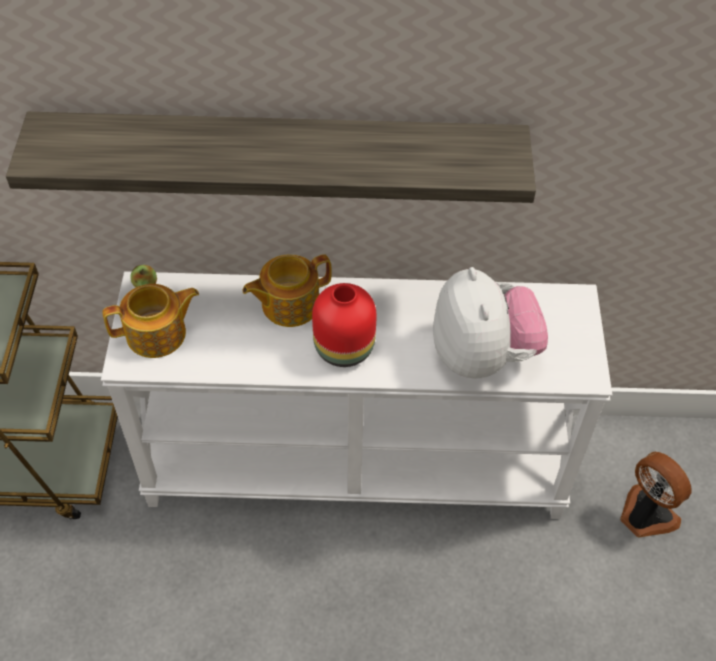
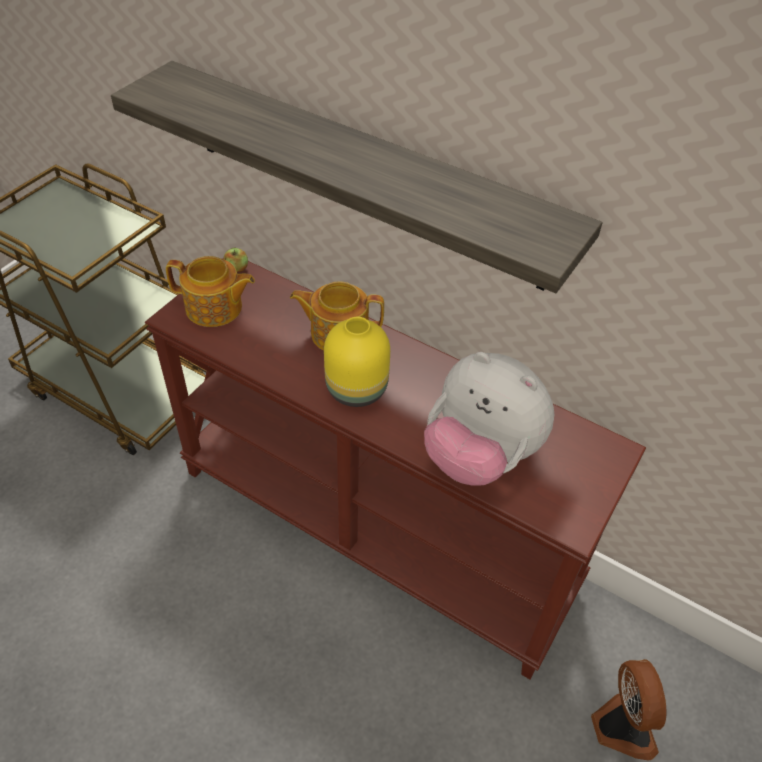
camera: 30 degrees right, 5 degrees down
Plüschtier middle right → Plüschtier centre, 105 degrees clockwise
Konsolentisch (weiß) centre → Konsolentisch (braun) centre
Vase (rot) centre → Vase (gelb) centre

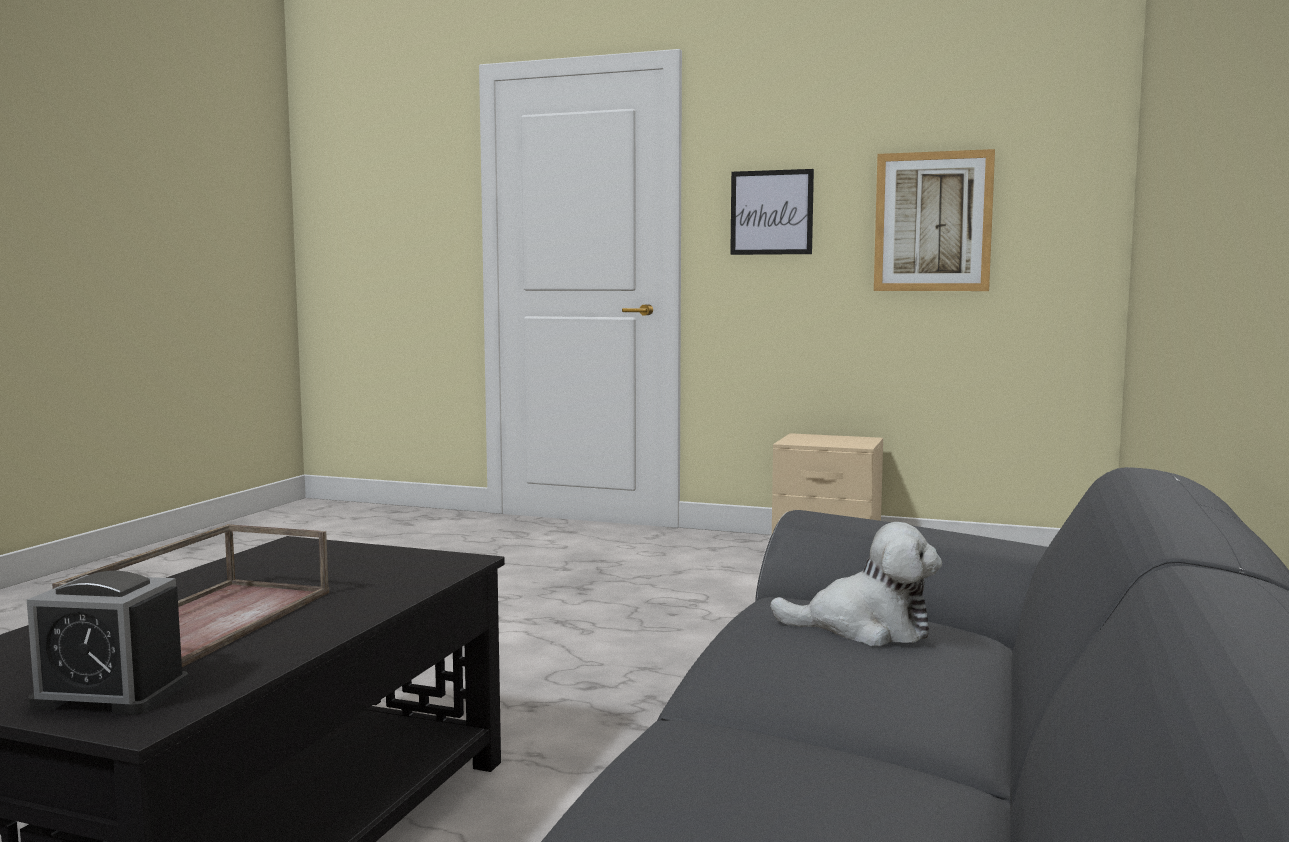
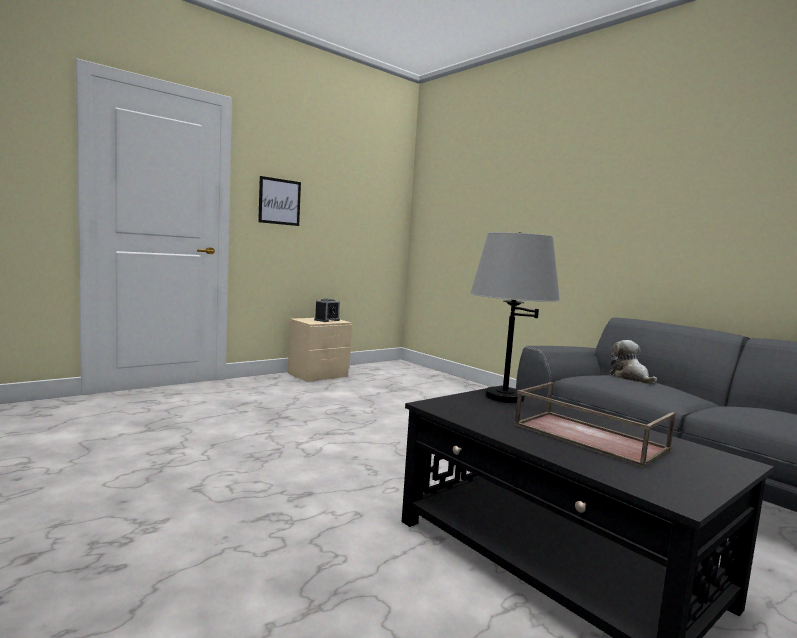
camera: 60 degrees left, 0 degrees up
Bild (no. 2 from left) top right → -
Plüschtier bottom centre → Plüschtier middle right, 60 degrees counterclockwise
Wecker bottom left → Wecker centre, relocated
- → Tischlampe (grau) centre

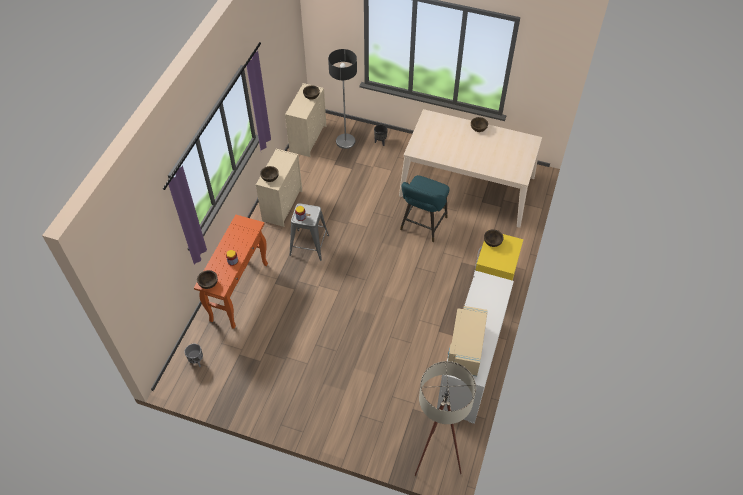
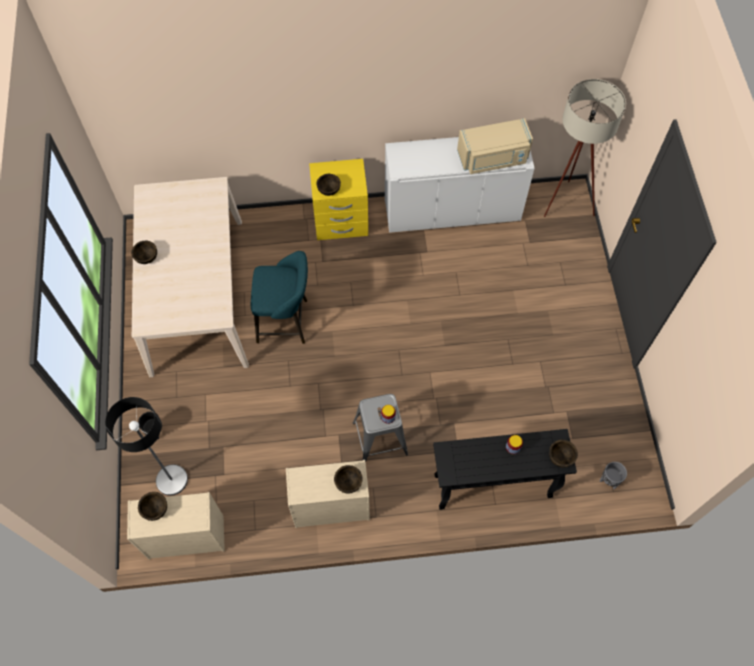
camera: 115 degrees left, 10 degrees up
Konsolentisch (orange) middle left → Konsolentisch (schwarz) bottom right

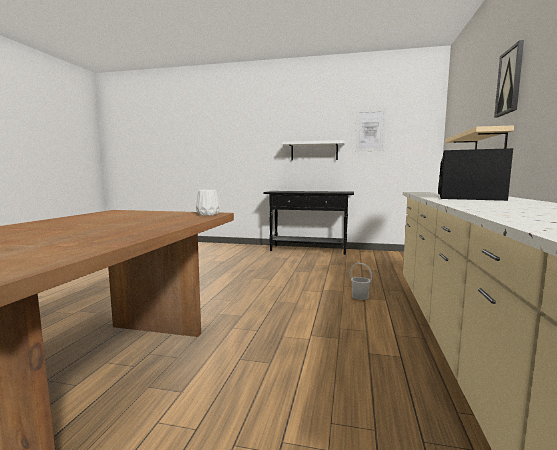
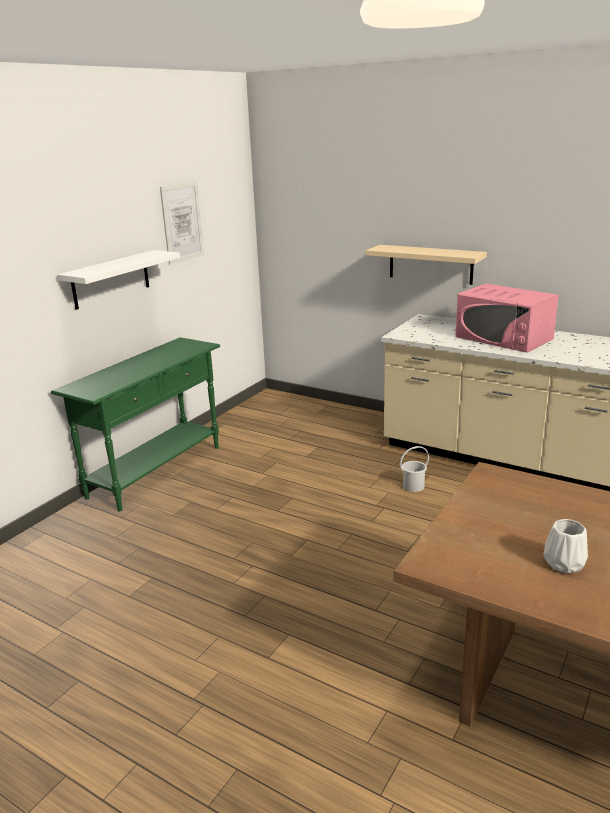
camera: 70 degrees left, 15 degrees up
Bild (no. 2 from left) top right → -
Mikrowelle (schwarz) middle right → Mikrowelle (rosa) middle right
Vase (weiß) centre → Vase (weiß) bottom right, relocated
Konsolentisch (schwarz) centre → Konsolentisch (grün) middle left

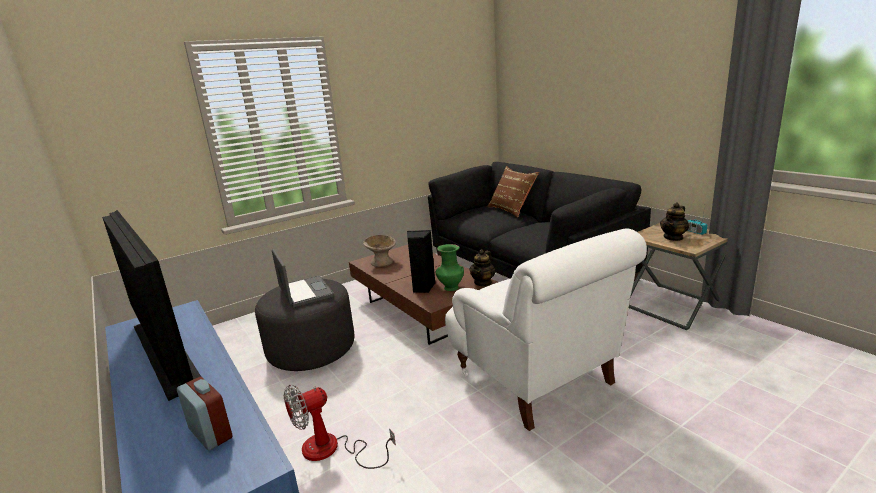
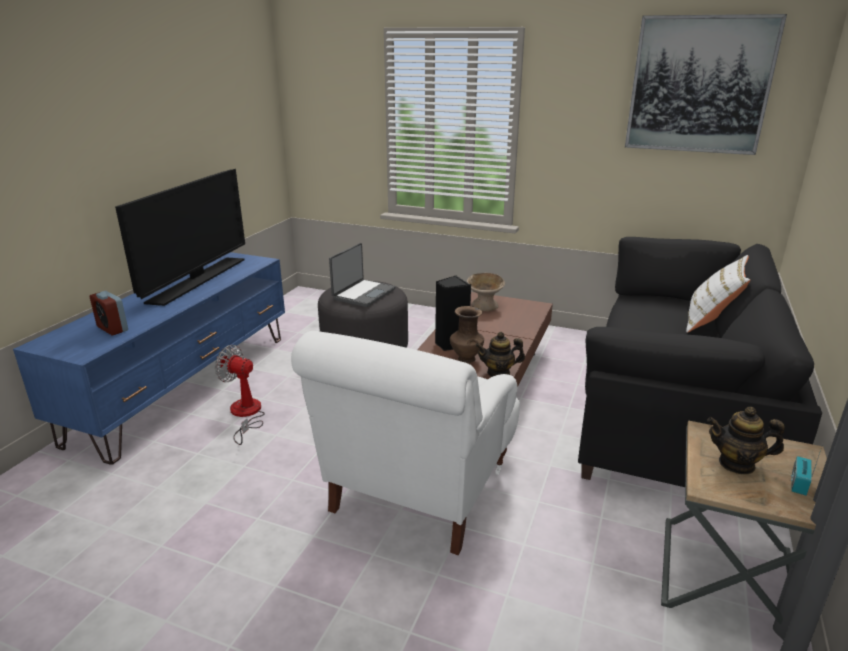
camera: 55 degrees right, 5 degrees up
Kissen (braun) centre → Kissen (weiß) middle right
Vase (grün) centre → Vase (braun) centre
Wecker bottom left → Wecker middle left, 120 degrees clockwise
- → Bild top right

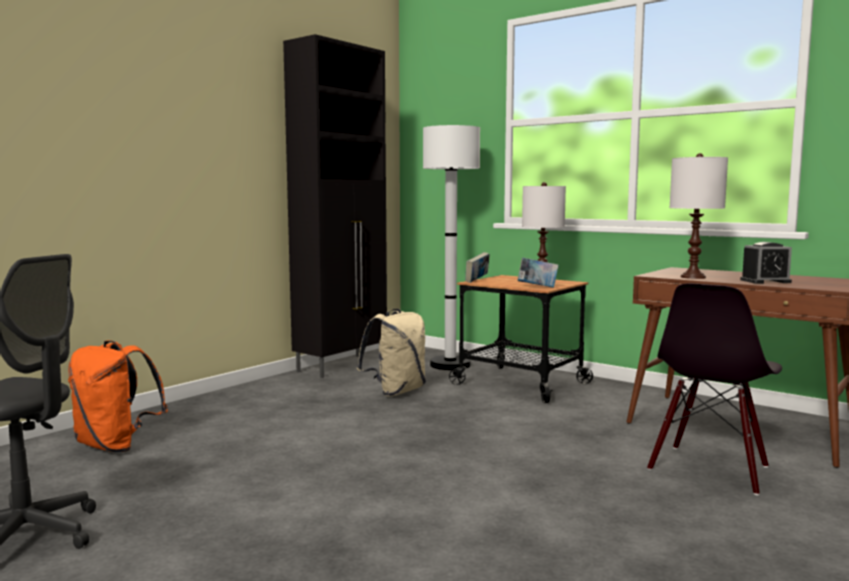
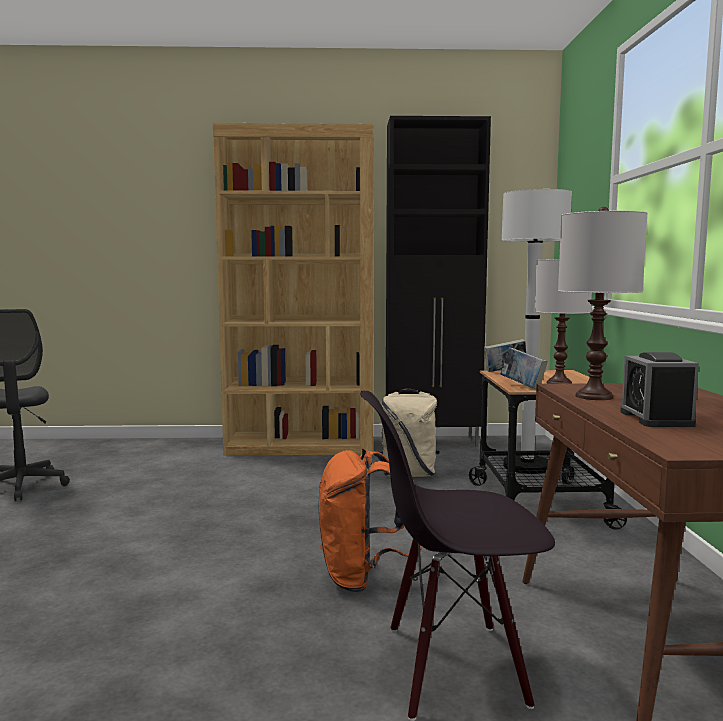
camera: 50 degrees right, 0 degrees up
Wecker middle right, 45 degrees clockwise
Rucksack (orange) bottom left → Rucksack (orange) bottom centre, relocated
- → Bücherregal (braun) centre

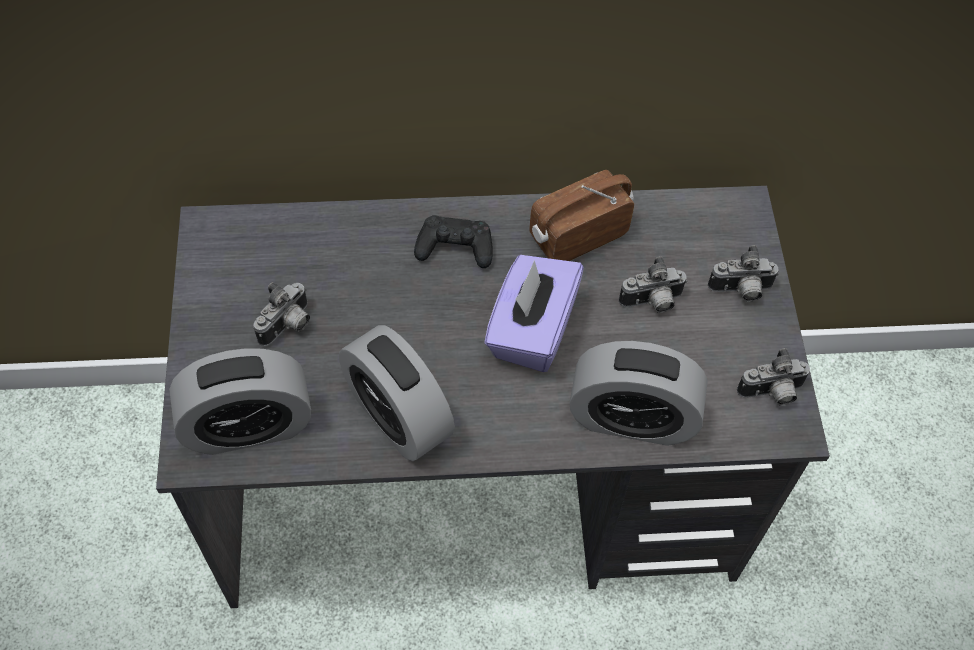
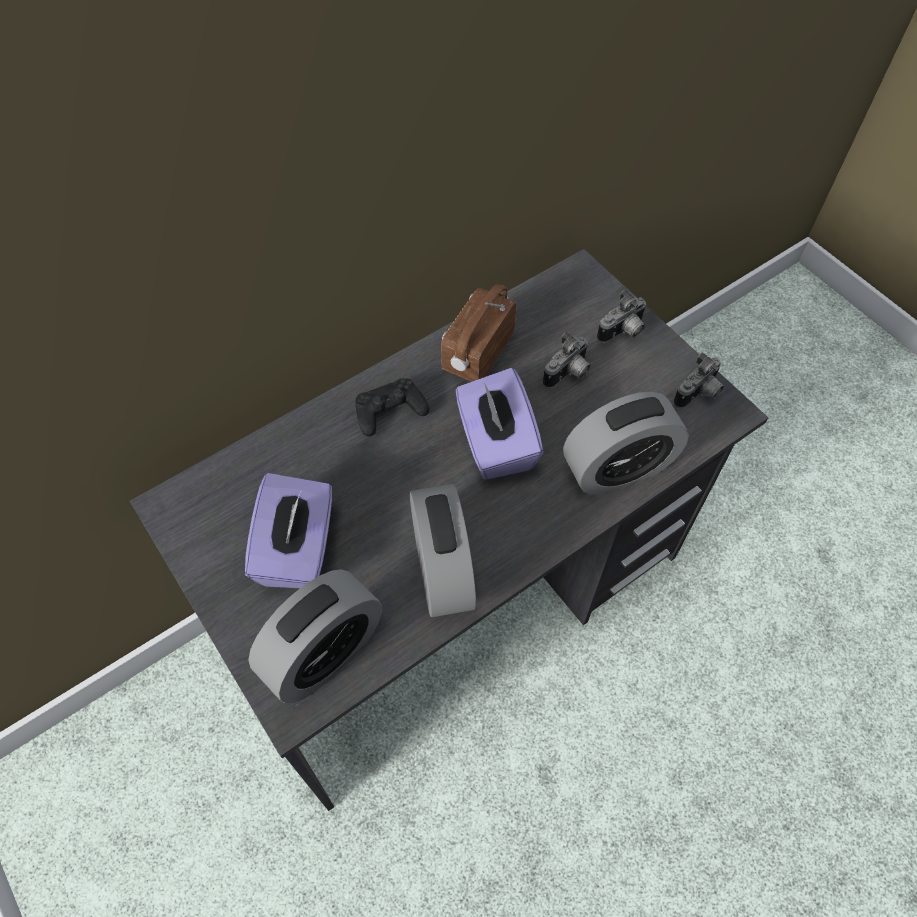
camera: 30 degrees left, 0 degrees up
Kamera (no. 1 from left) middle left → Taschentuchbox (lila) (no. 1 from left) middle left
Wecker (no. 2 from left) centre, 120 degrees counterclockwise

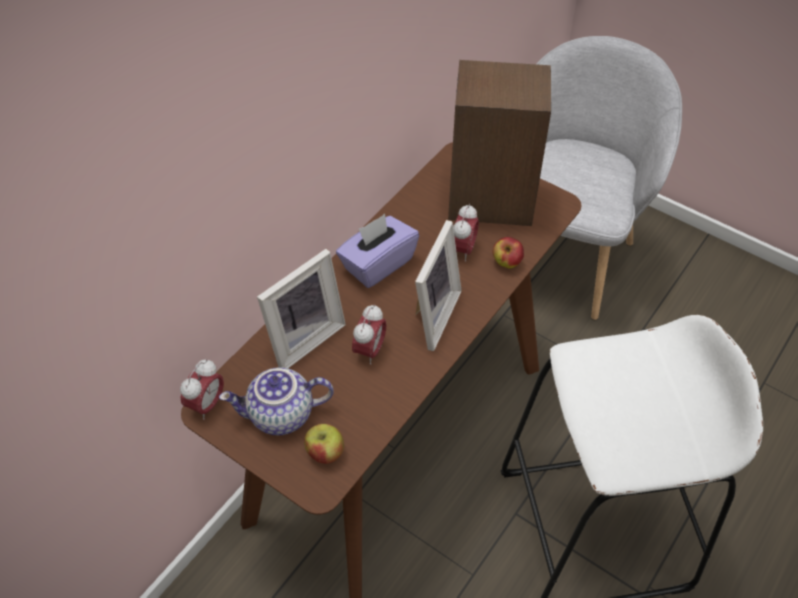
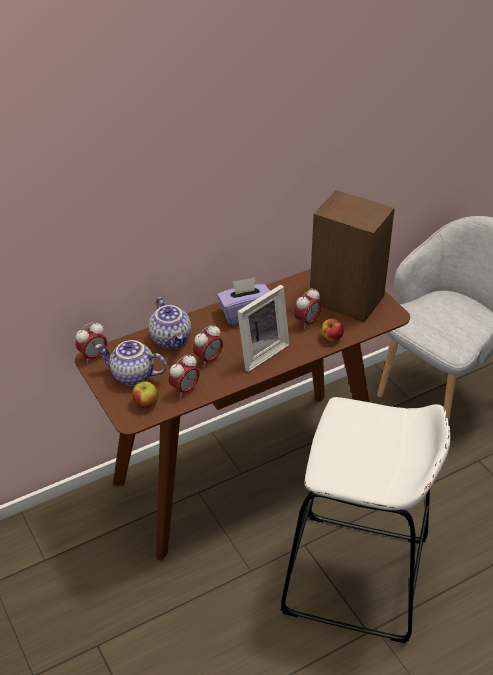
camera: 25 degrees right, 10 degrees down
Bilderrahmen (no. 1 from left) centre → Teekanne (no. 2 from left) centre
- → Wecker (no. 2 from left) centre

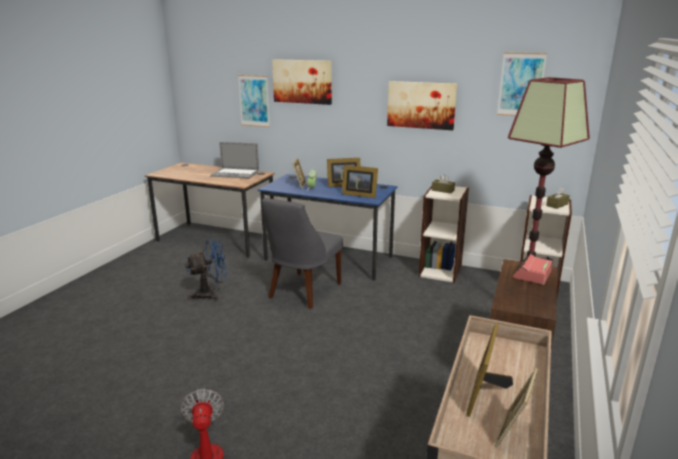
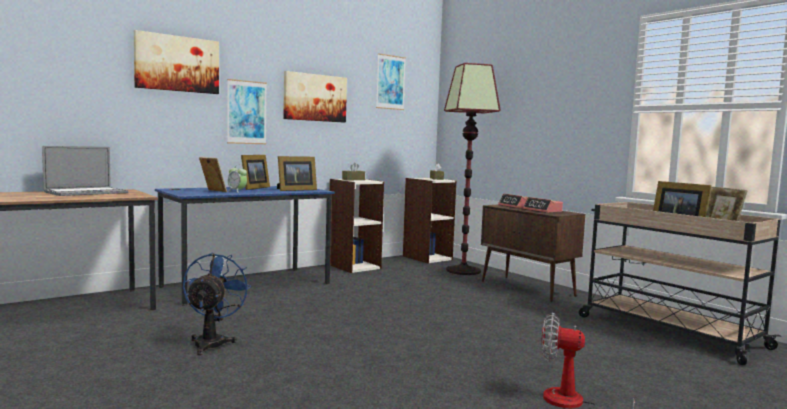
camera: 60 degrees left, 15 degrees down
Bild (no. 1 from left in the first image) top centre → Bild (no. 2 from left) top left, relocated
Stuhl (grau) centre → -
- → Wecker (no. 3 from left) middle right

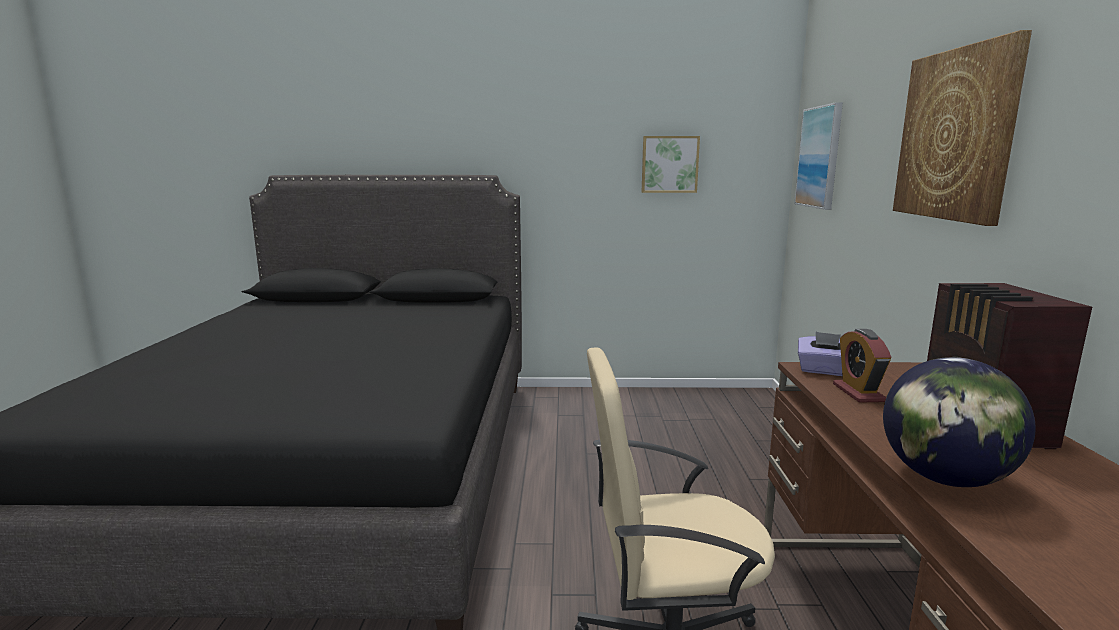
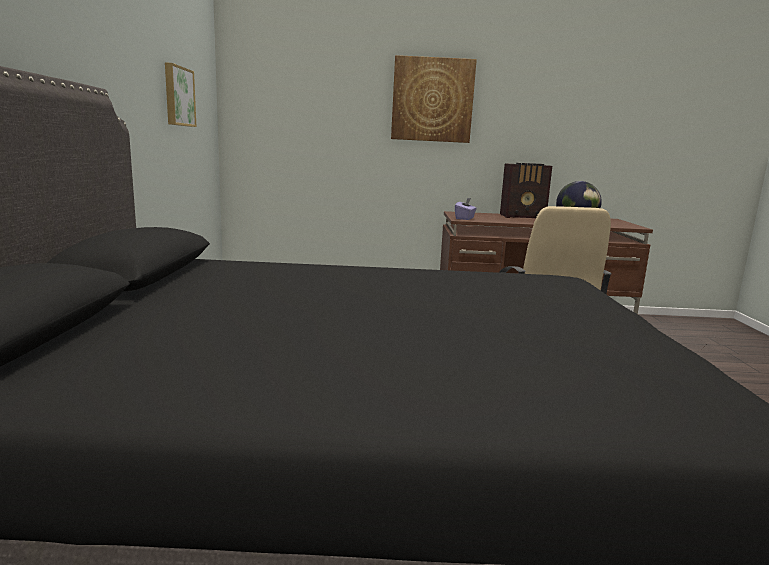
camera: 90 degrees left, 0 degrees up
Bild (no. 2 from left) top right → -
Wecker middle right → -

